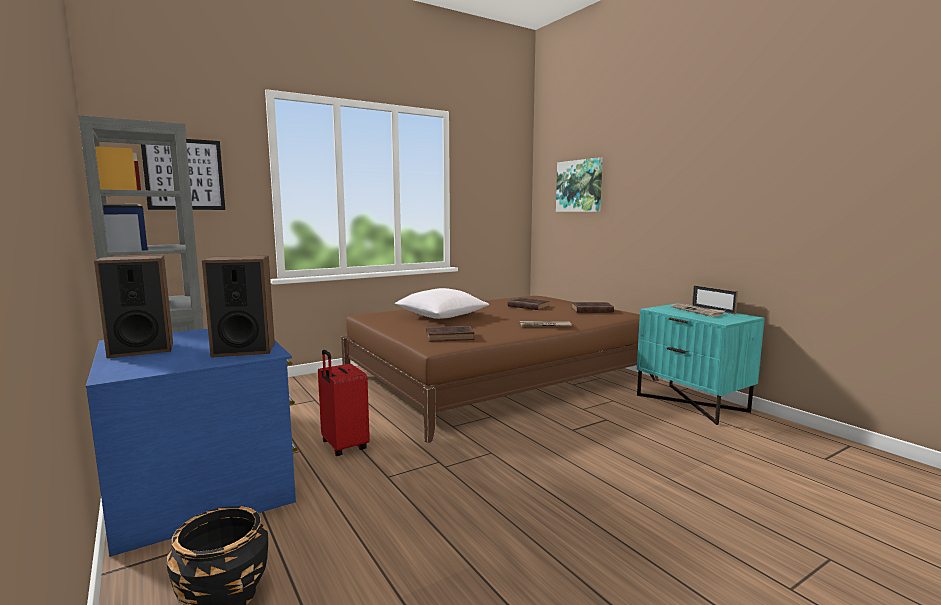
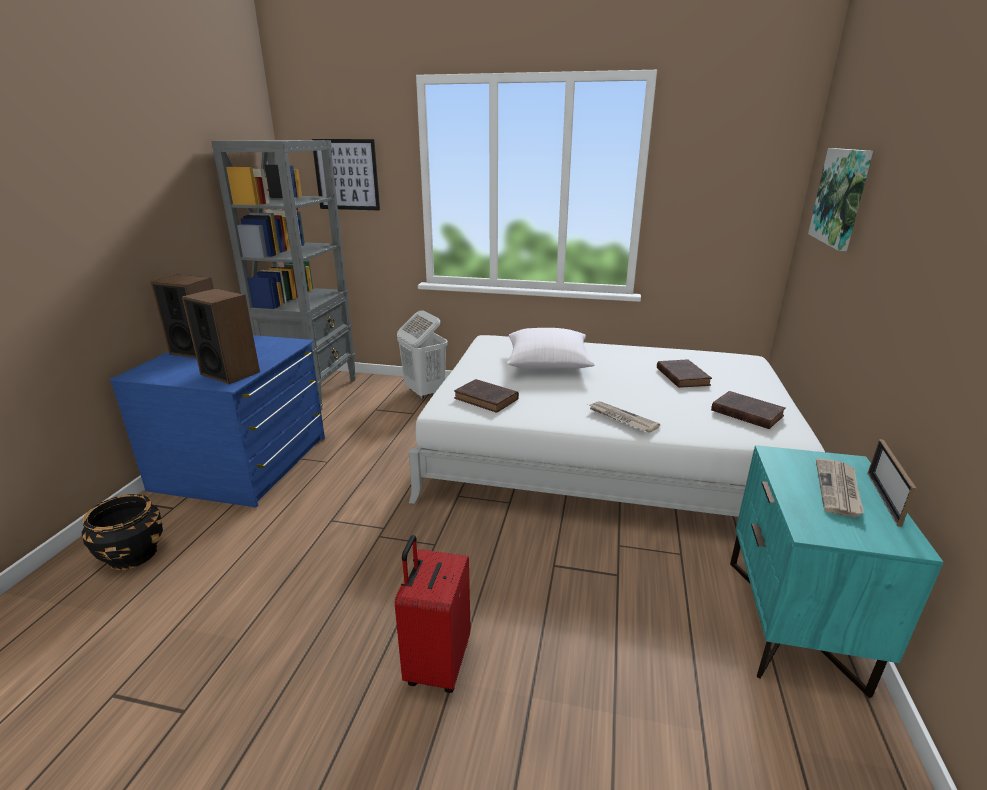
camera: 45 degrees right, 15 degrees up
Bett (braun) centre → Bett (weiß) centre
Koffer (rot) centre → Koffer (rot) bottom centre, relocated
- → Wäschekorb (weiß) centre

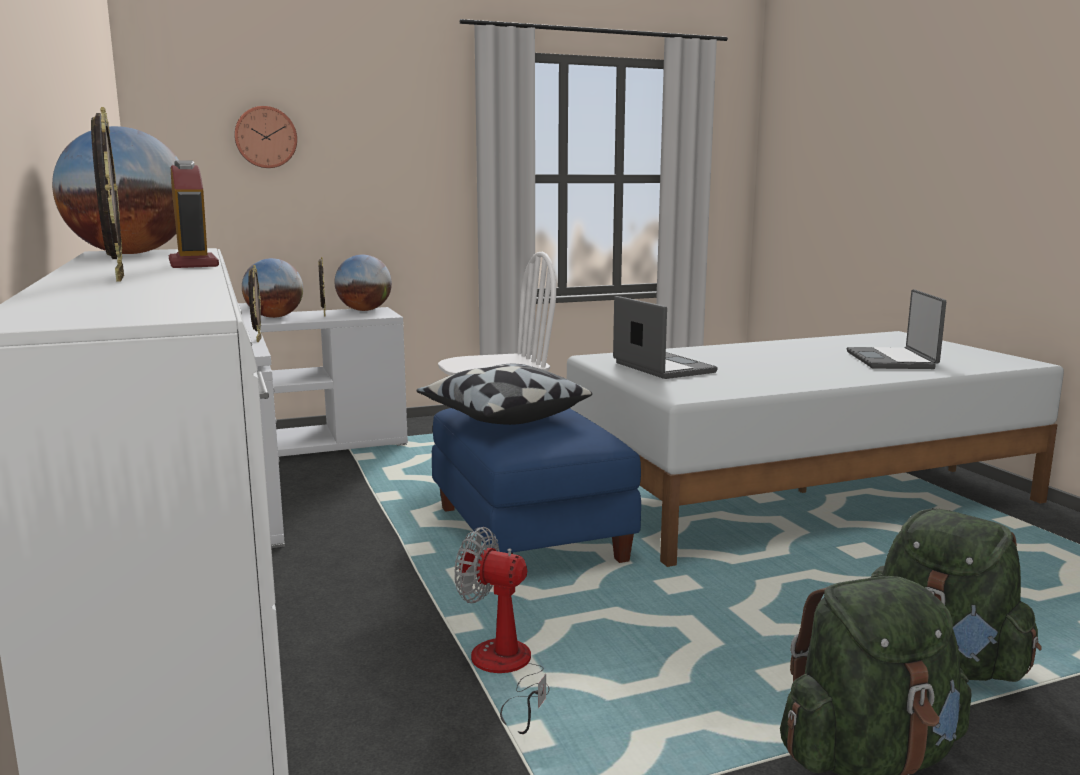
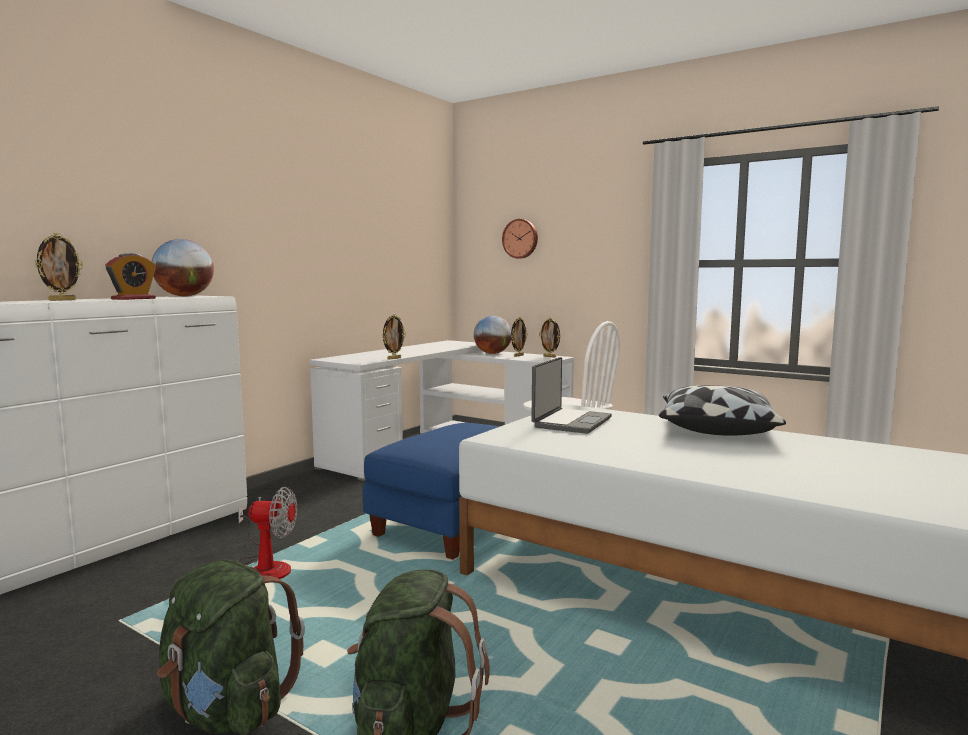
camera: 55 degrees right, 5 degrees down
Globus (no. 3 from left) centre → Bilderrahmen (no. 4 from left) centre
Laptop (no. 2 from left) middle right → -
Kissen centre → Kissen middle right, relocated
Ventilator bottom centre → Ventilator bottom left, 105 degrees clockwise

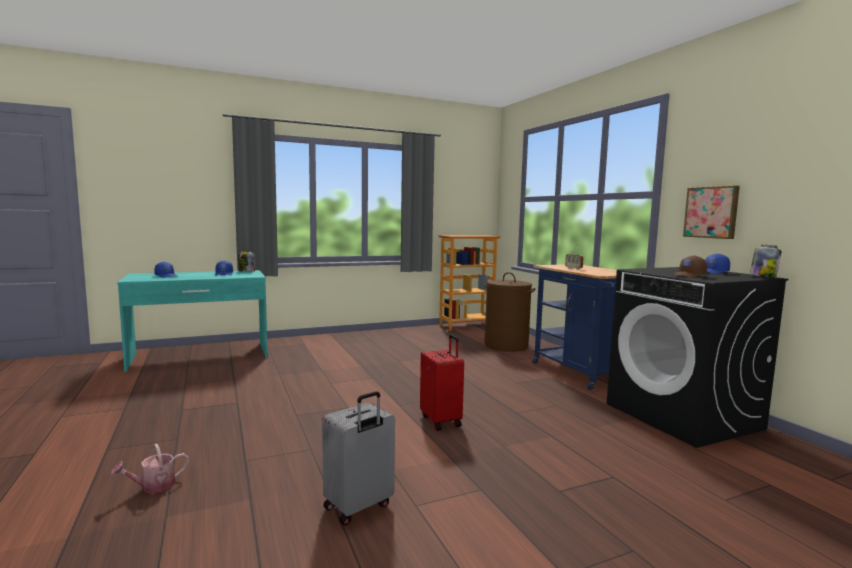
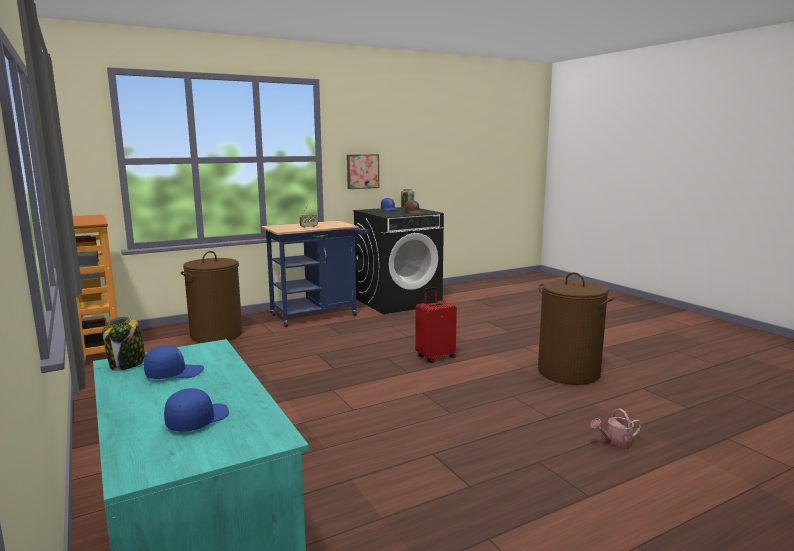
camera: 95 degrees left, 5 degrees up
Koffer (grau) bottom centre → Wäschekorb (braun) (no. 2 from left) middle right
Gießkanne bottom left → Gießkanne bottom right, 120 degrees clockwise

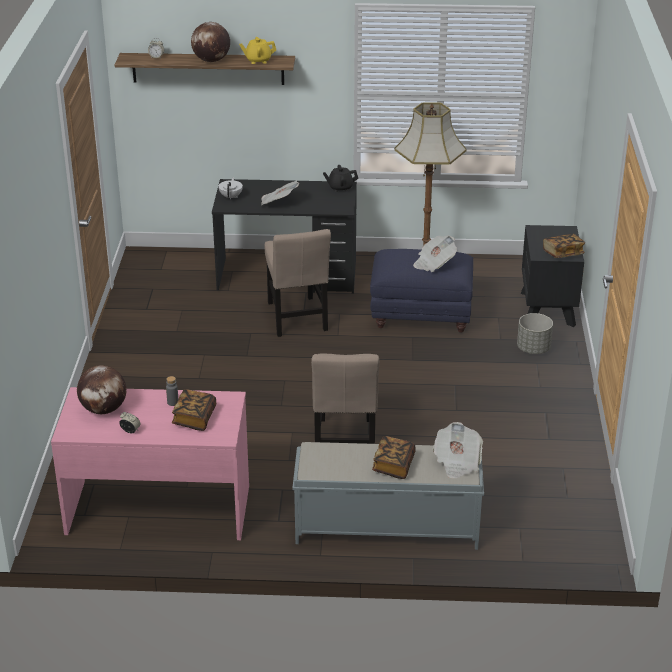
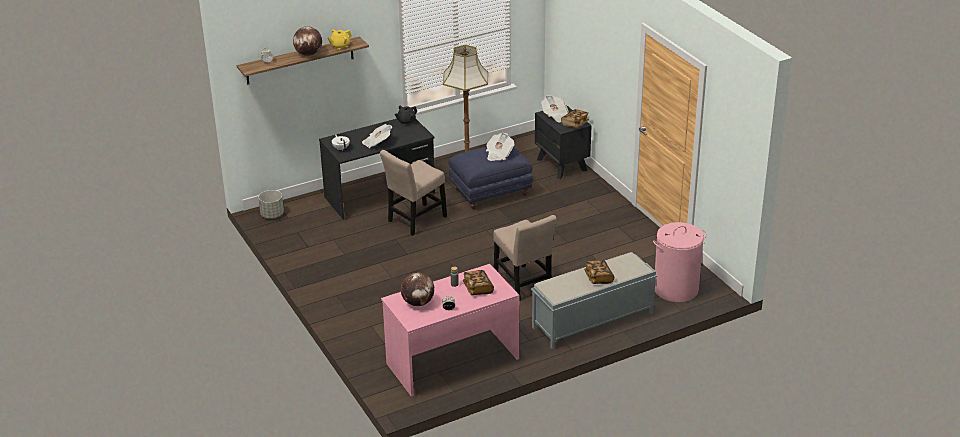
camera: 30 degrees left, 0 degrees up
Stuhl (beige) (no. 1 from left) centre, 90 degrees clockwise
Pflanzkübel (grau) middle right → Pflanzkübel (grau) middle left, relocated
Zeitung (no. 3 from left) bottom right → Zeitung (no. 3 from left) top centre, relocated
- → Wäschekorb (rosa) middle right

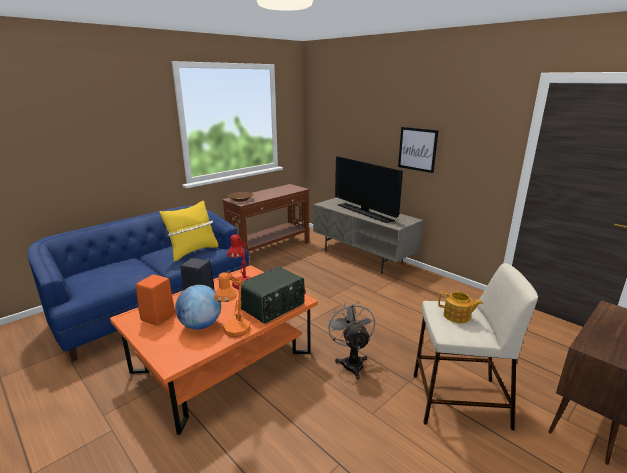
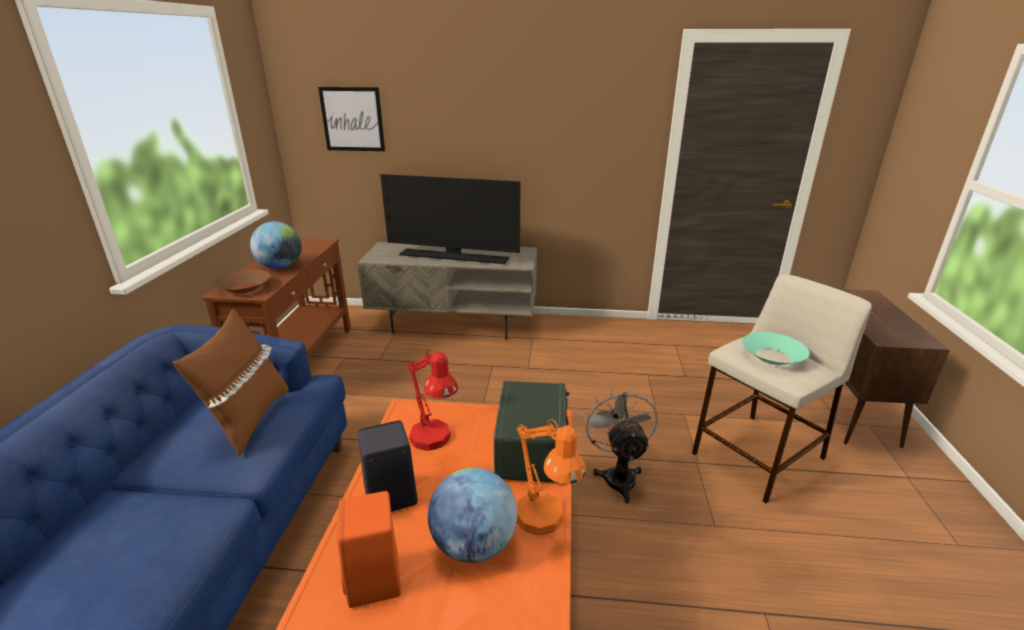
camera: 40 degrees left, 5 degrees up
Bild top right → Bild top centre, relocated
Kissen (gelb) middle left → Kissen (braun) middle left
Teekanne middle right → Schüssel (türkis) middle right
Ventilator (grau) bottom centre, 45 degrees clockwise
- → Globus (no. 1 from left) middle left

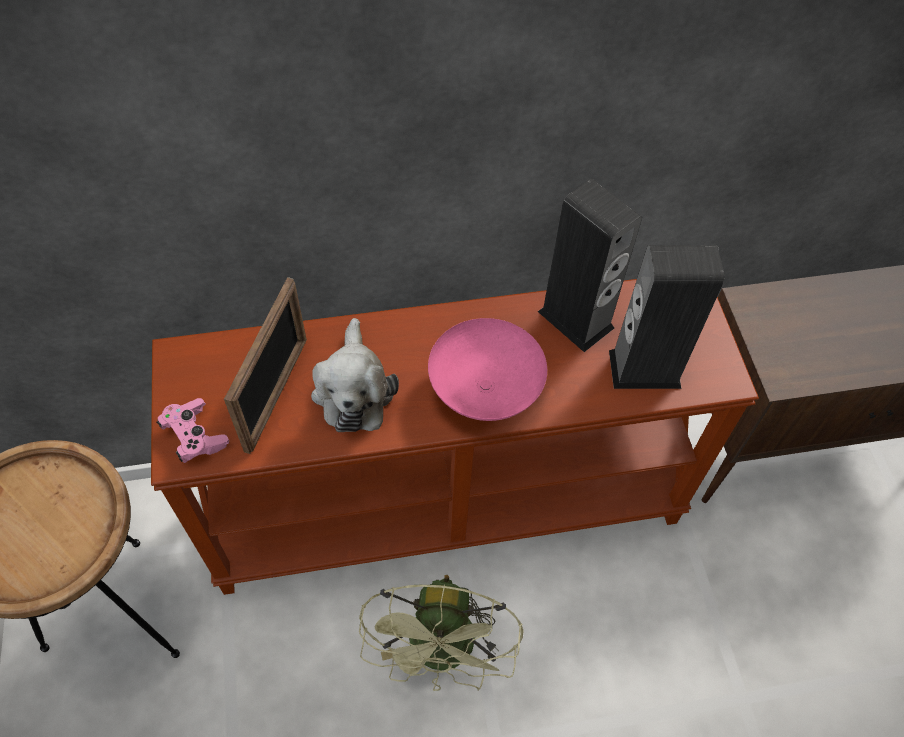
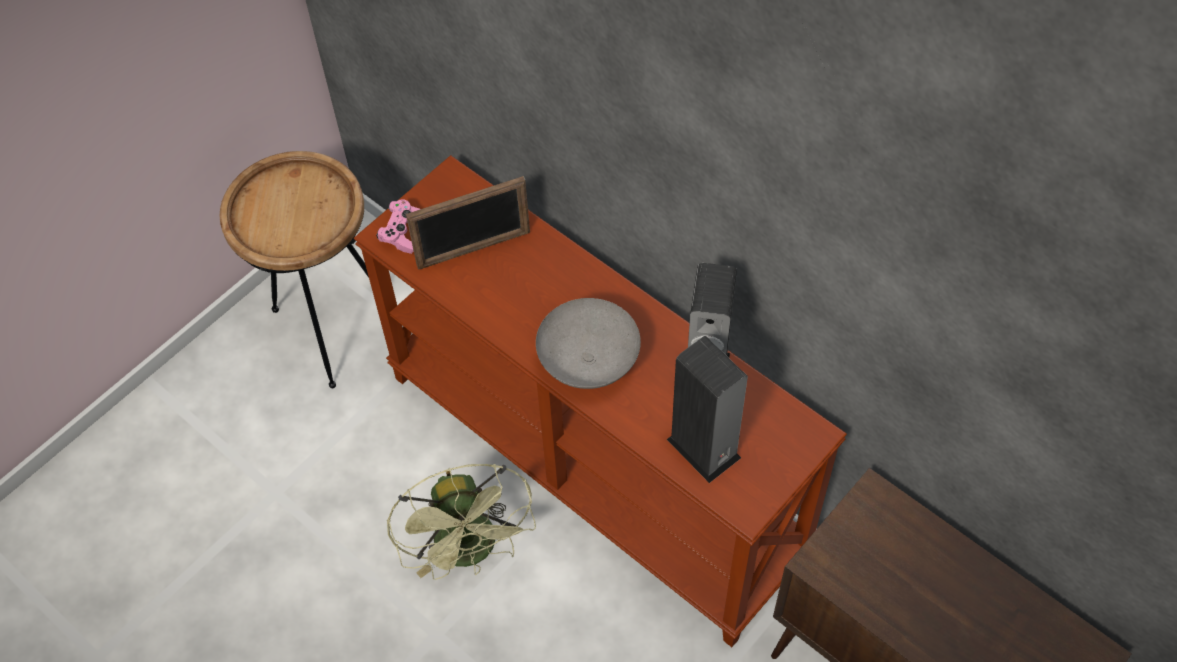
camera: 55 degrees right, 0 degrees up
Plüschtier centre → -
Schüssel (rosa) centre → Schüssel (grau) centre
Ventilator (grün) bottom centre, 75 degrees counterclockwise

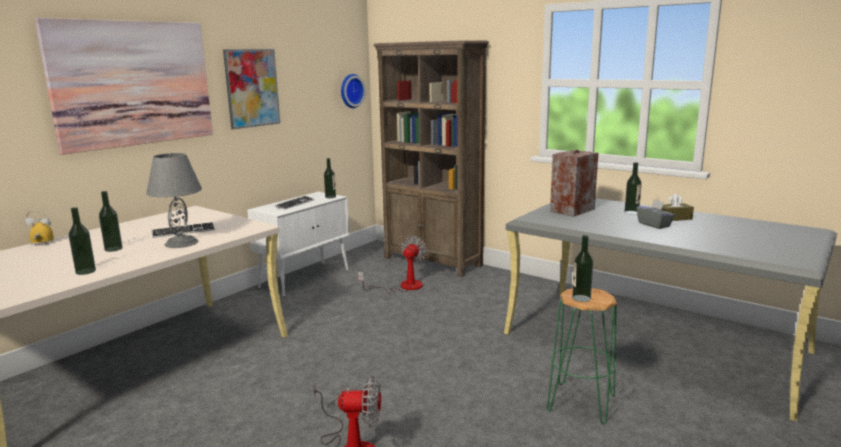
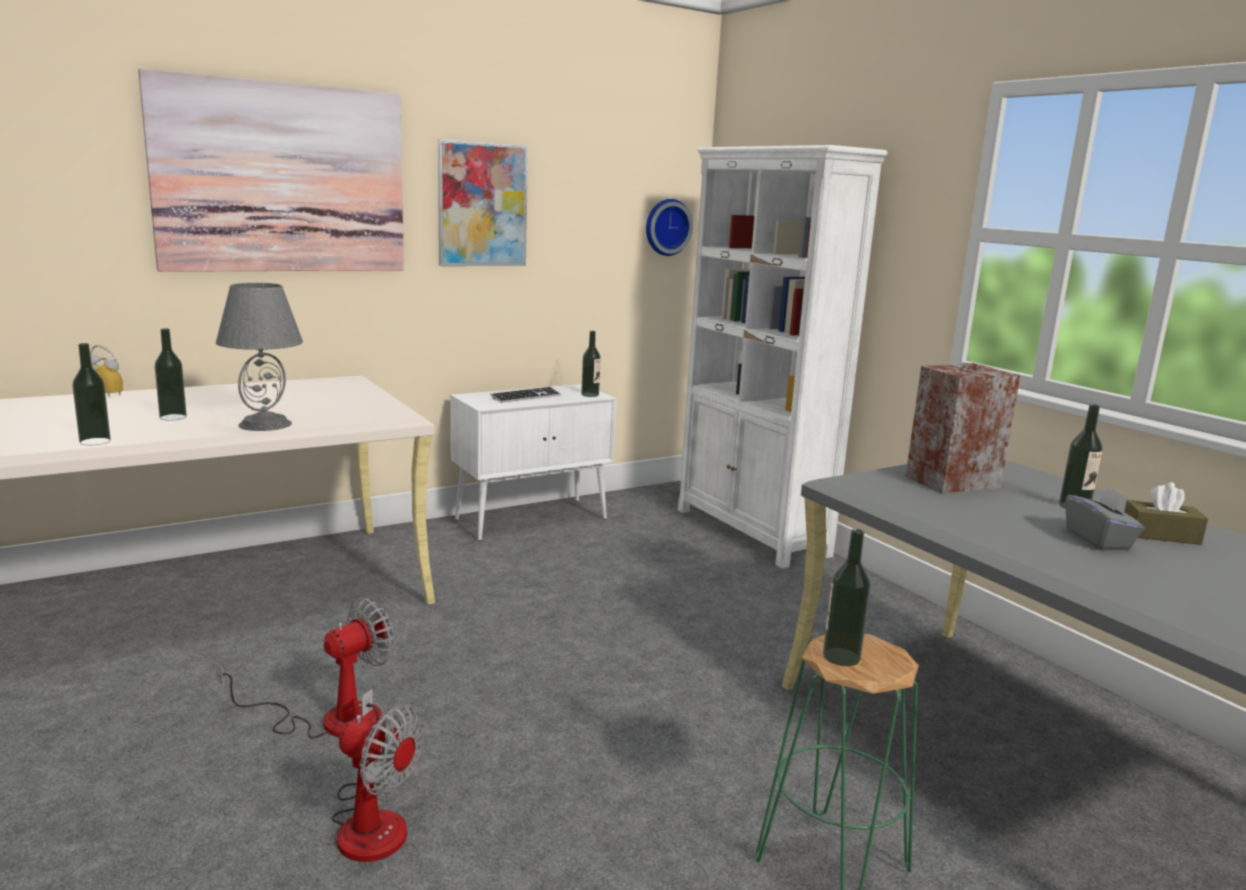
camera: 20 degrees right, 0 degrees up
Bücherregal (braun) centre → Bücherregal (weiß) centre
Tastatur (no. 1 from left) middle left → -
Ventilator (no. 2 from left in the first image) centre → Ventilator (no. 1 from left) bottom left, relocated

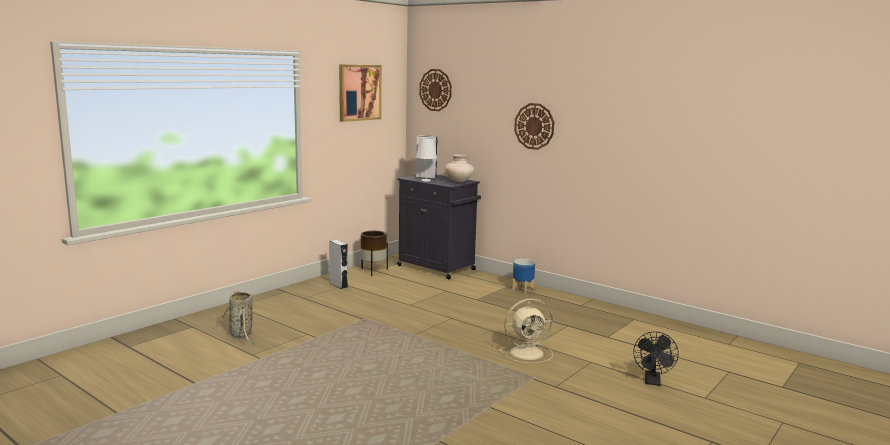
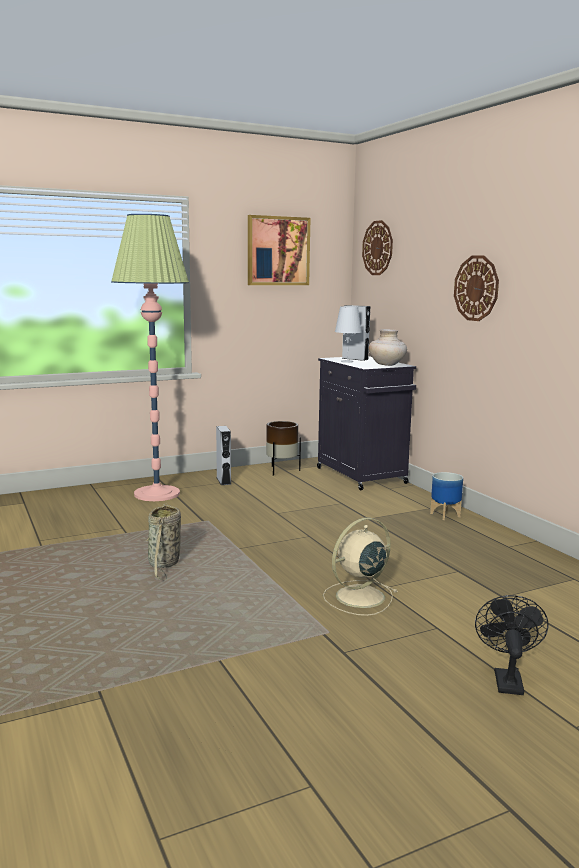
camera: 25 degrees right, 0 degrees up
Korb bottom left → Korb middle left, relocated
Ventilator (beige) bottom centre → Ventilator (beige) centre, 135 degrees clockwise
Ventilator (schwarz) bottom right, 150 degrees clockwise
- → Stehlampe middle left

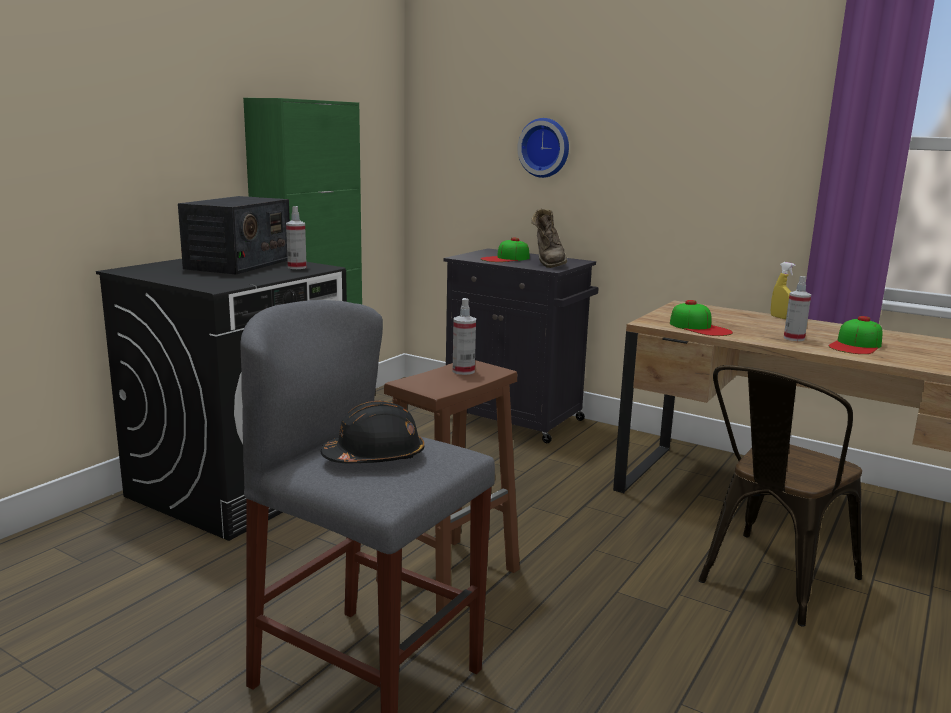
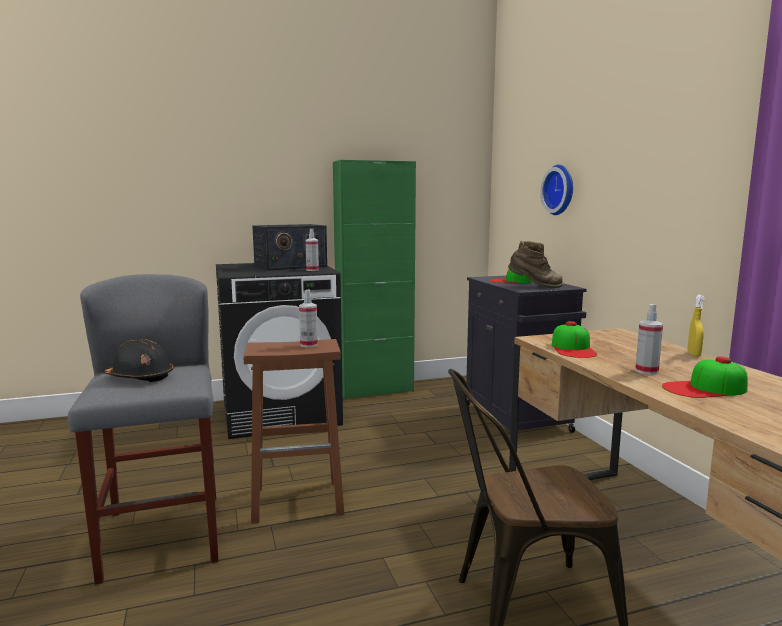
camera: 40 degrees right, 5 degrees down
Stiefel (braun) centre → Stiefel (braun) middle right, 105 degrees counterclockwise

